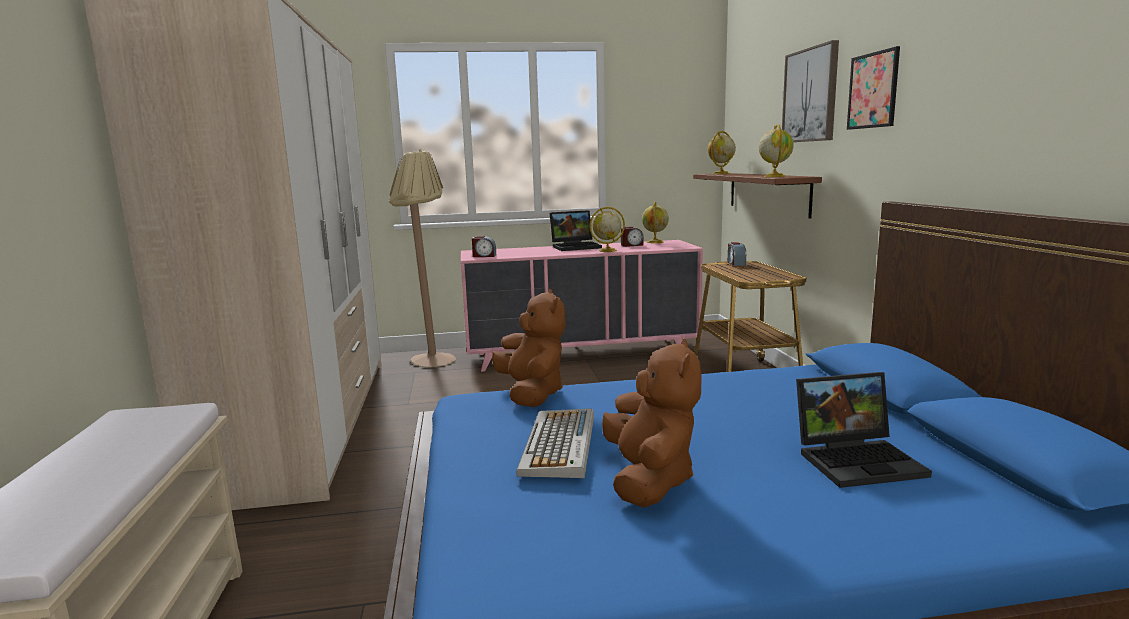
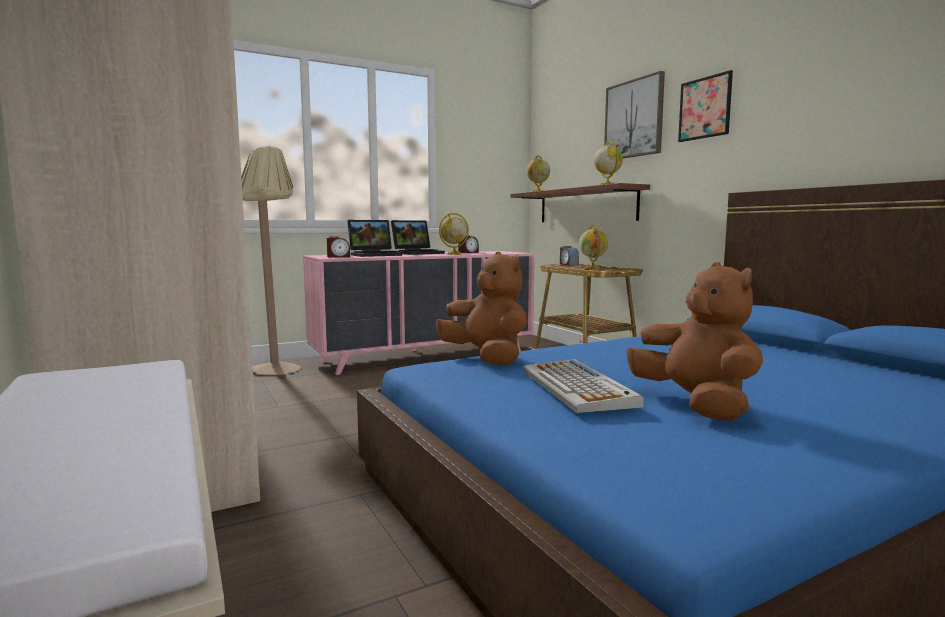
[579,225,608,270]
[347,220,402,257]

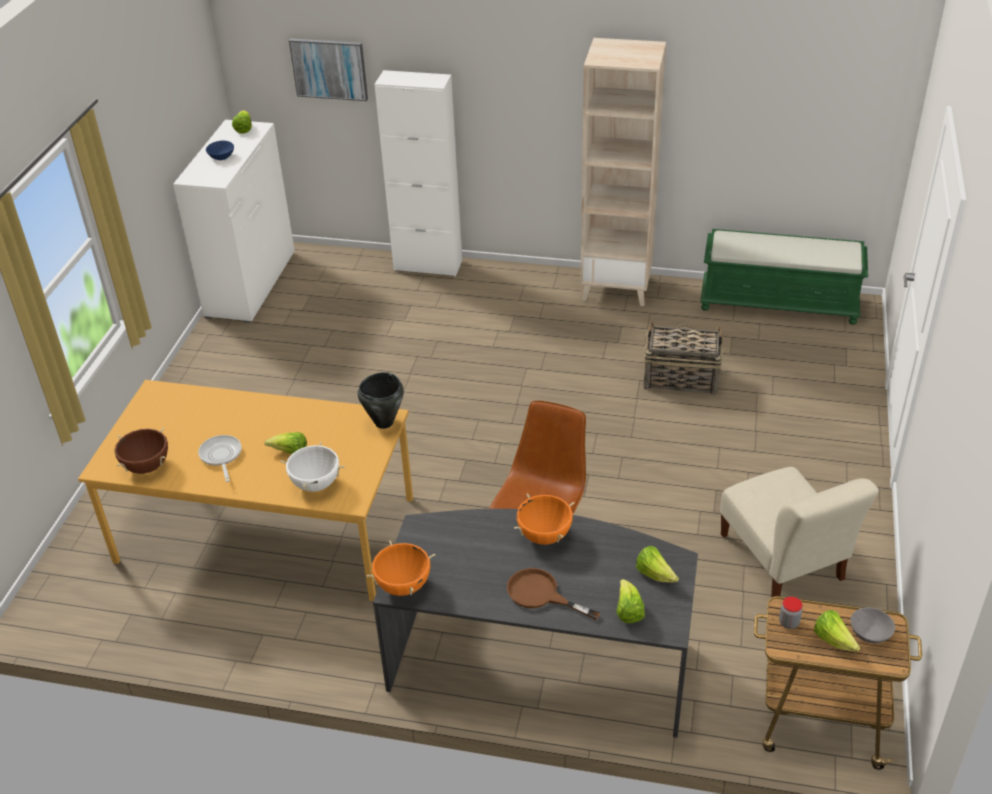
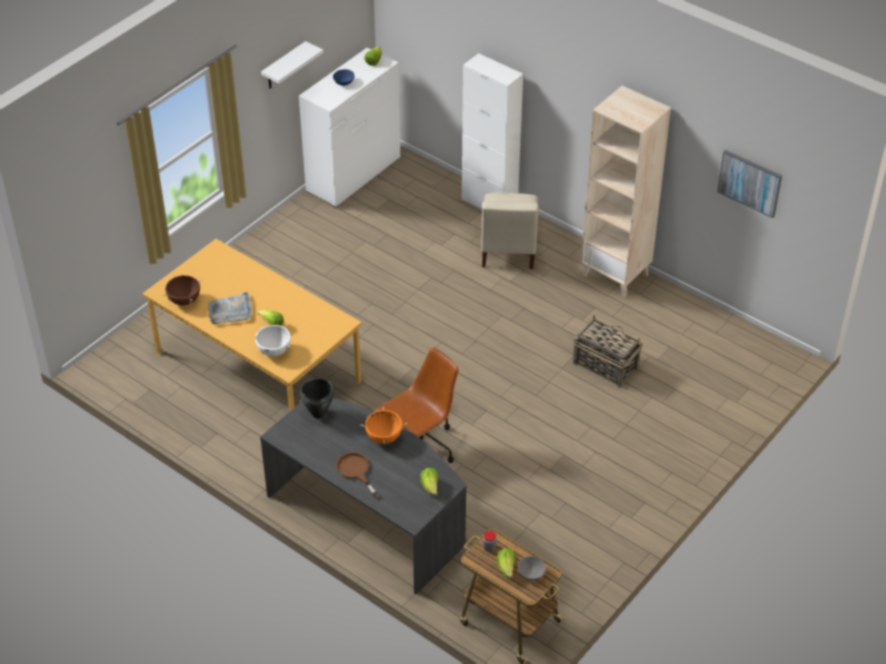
[366,540,435,596] (first image)
[616,579,645,623] (first image)
[700,229,868,325] (first image)
[261,41,324,88]
[717,150,782,218]
[300,378,334,418]
[481,193,539,269]
[208,292,252,324]

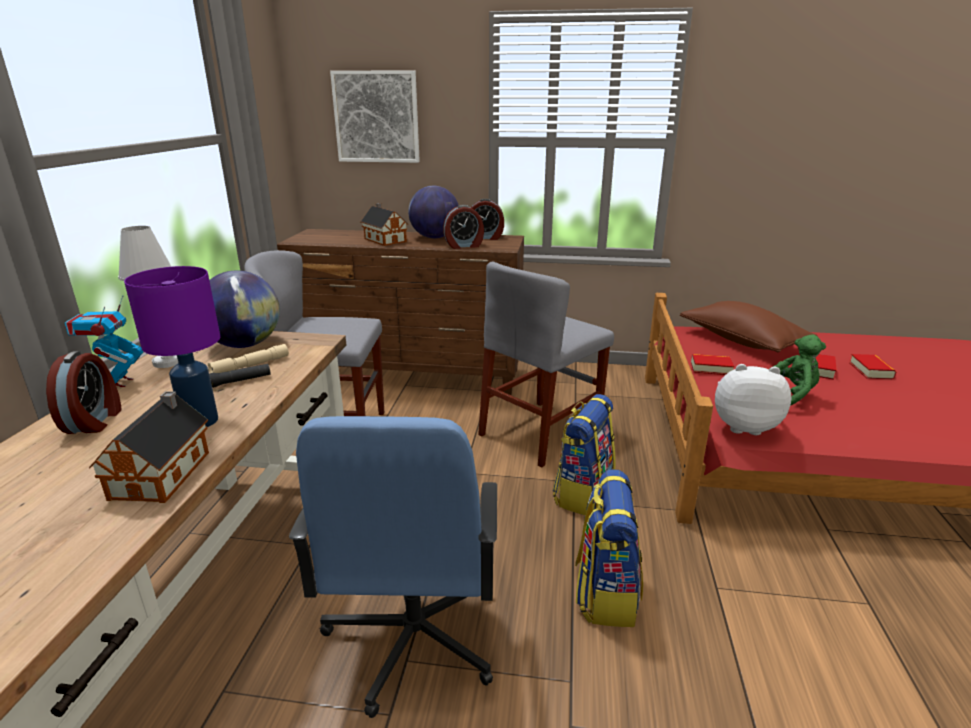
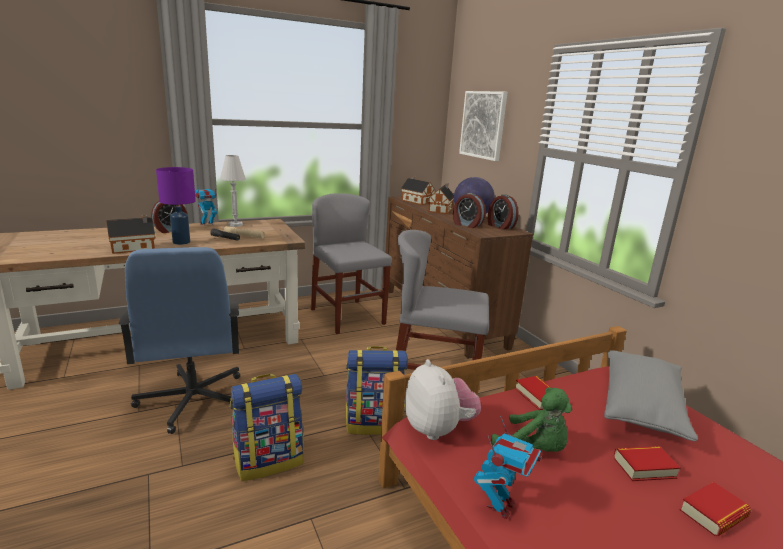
[209,270,280,348] (first image)
[401,176,435,205]
[474,416,541,519]
[604,351,698,441]
[118,247,240,434]

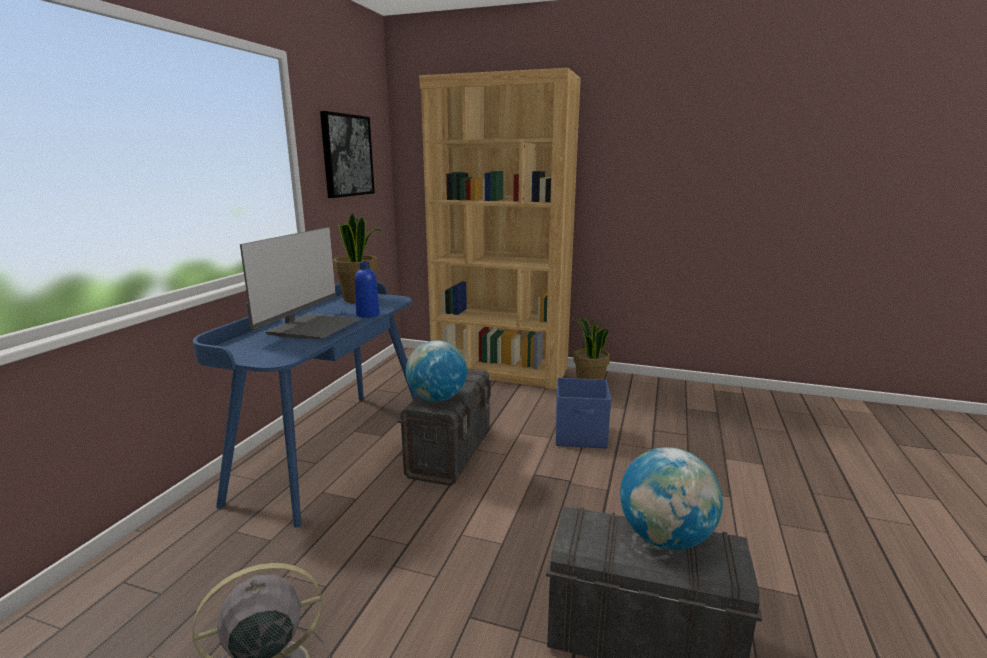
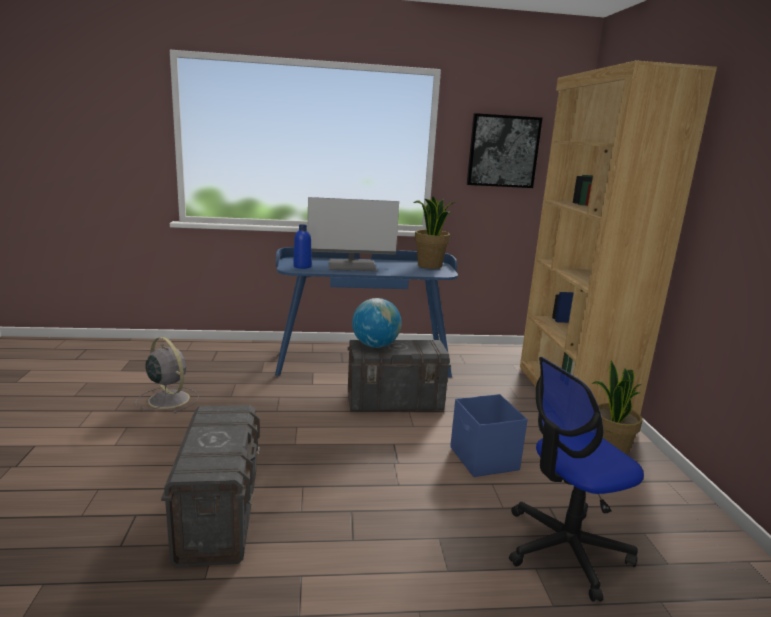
[620,447,723,550] (first image)
[509,357,644,602]
[293,224,312,269]

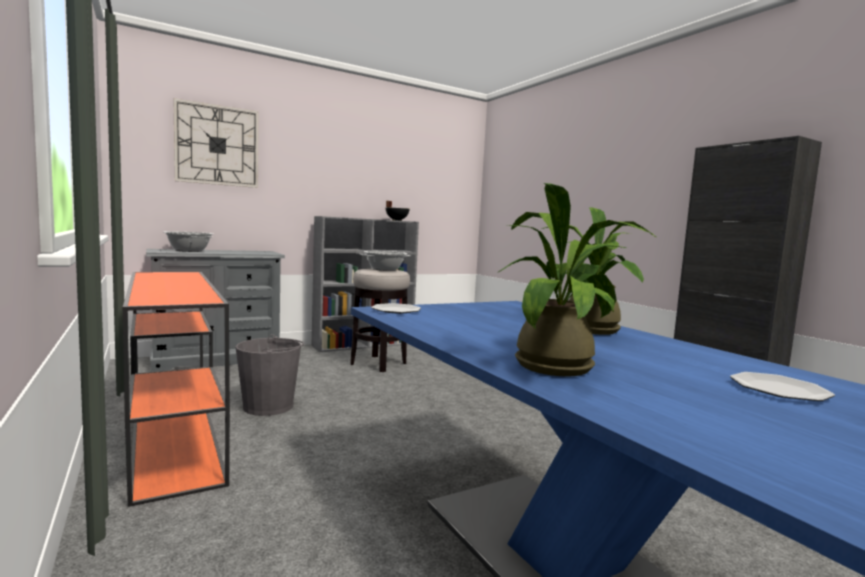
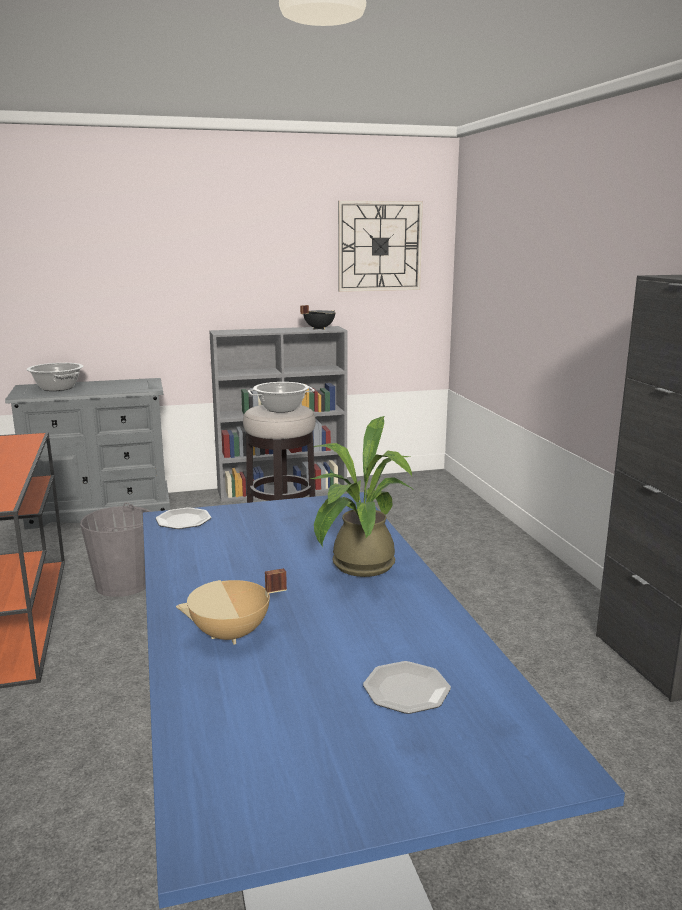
[338,201,423,292]
[176,568,287,644]

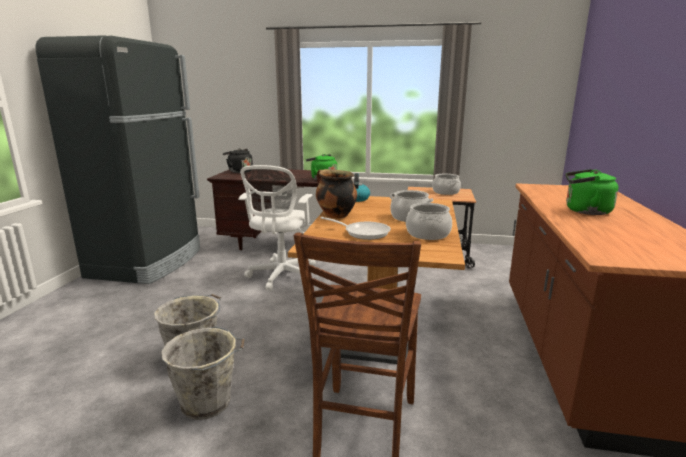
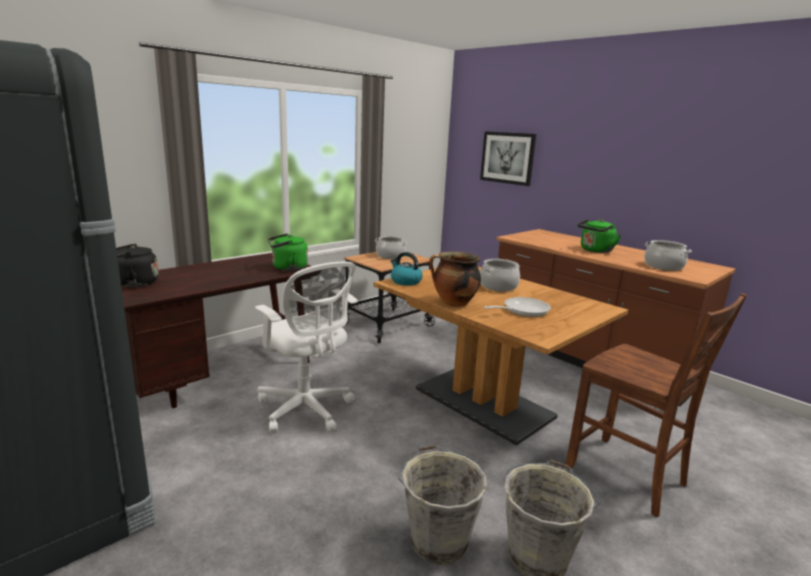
[480,131,536,186]
[644,240,691,271]

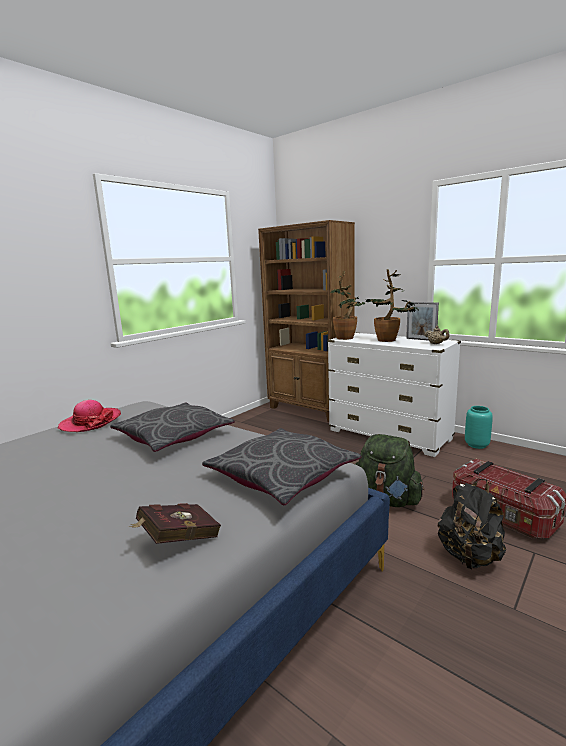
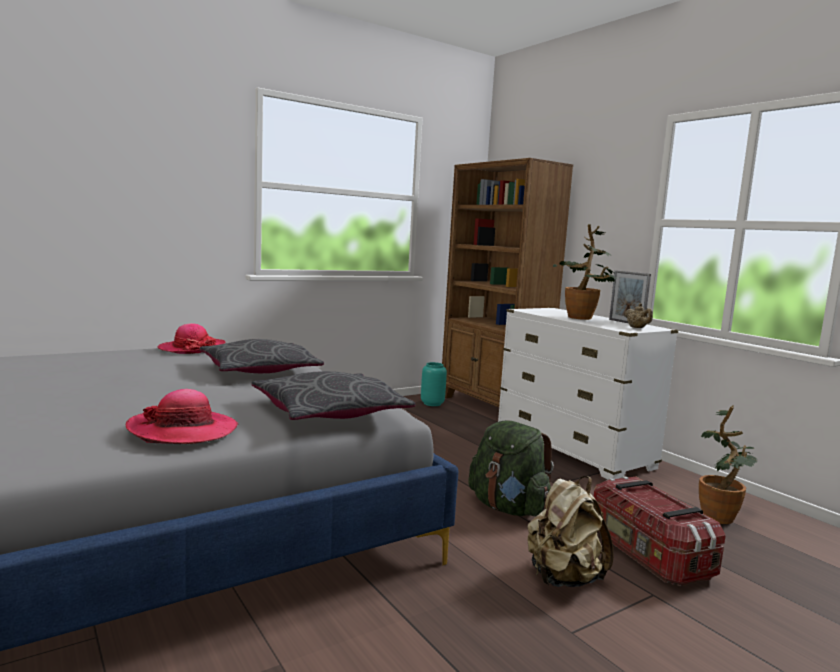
[699,405,757,524]
[421,362,447,406]
[125,389,238,444]
[527,476,613,587]

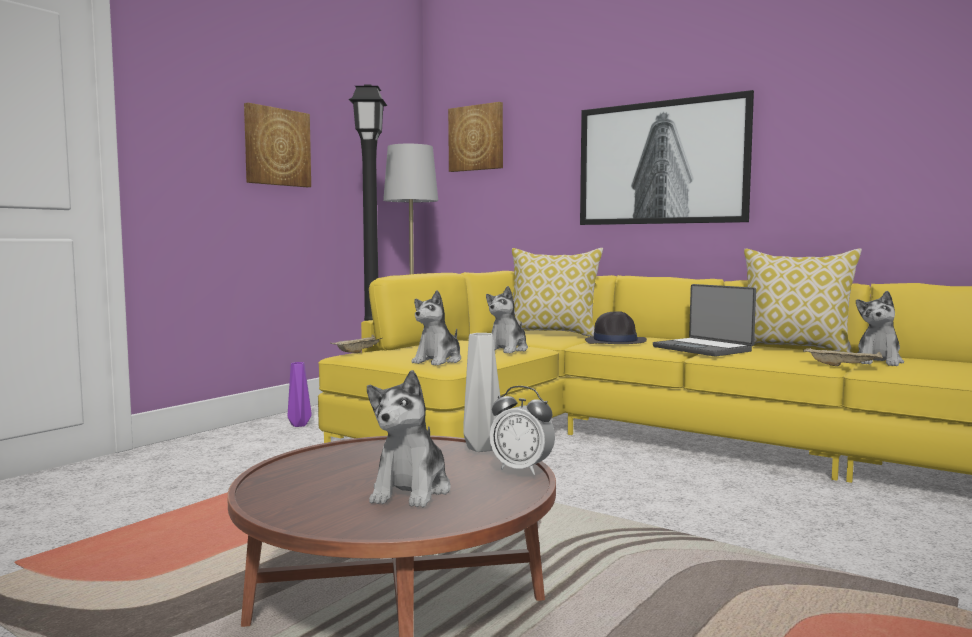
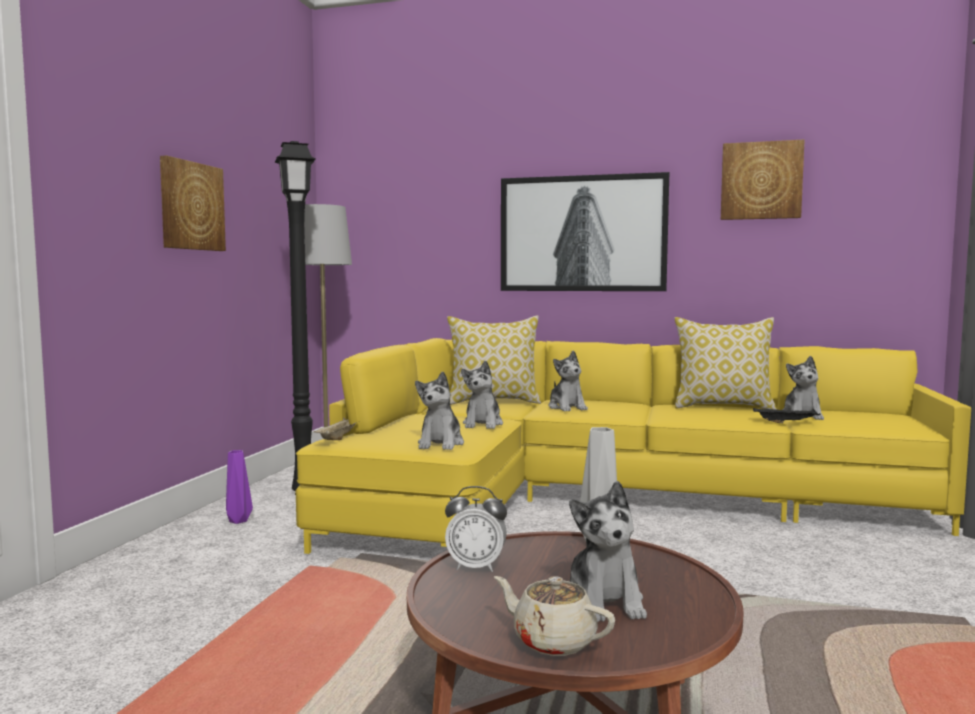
[653,284,756,357] (first image)
[494,576,615,656]
[721,140,805,220]
[445,486,507,572]
[548,350,588,411]
[753,407,821,423]

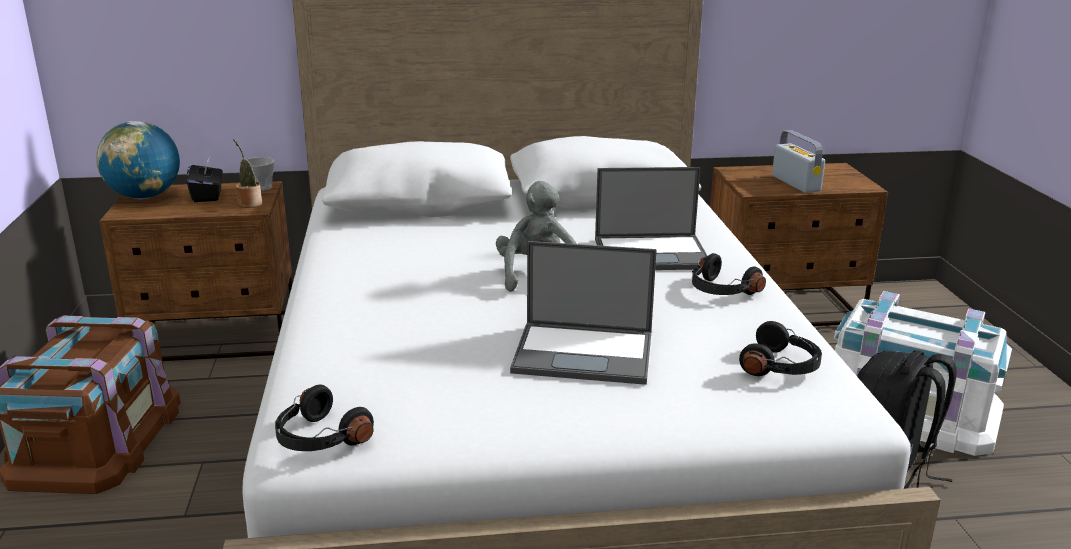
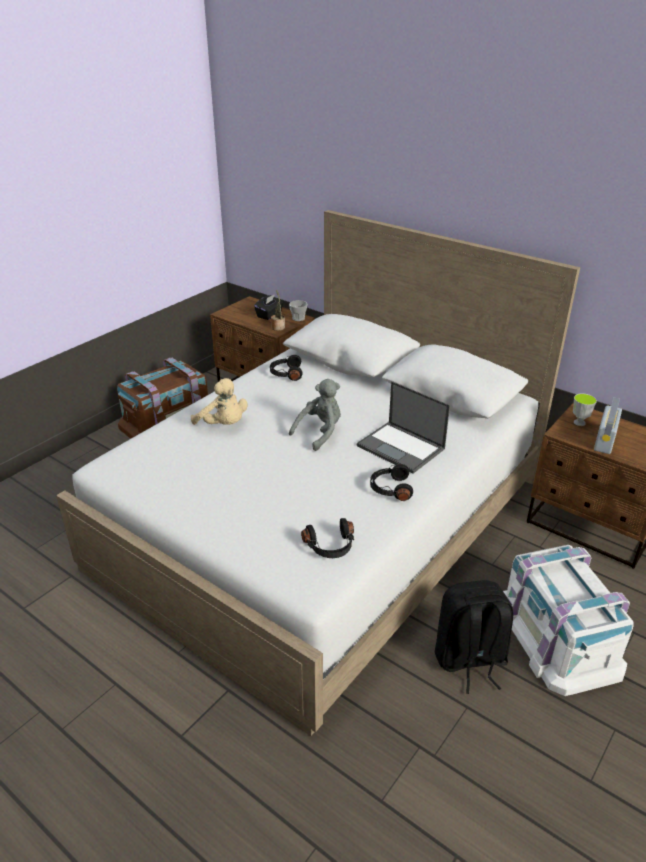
[96,121,180,199] (first image)
[510,241,657,385] (first image)
[191,378,248,425]
[573,393,597,426]
[270,355,303,381]

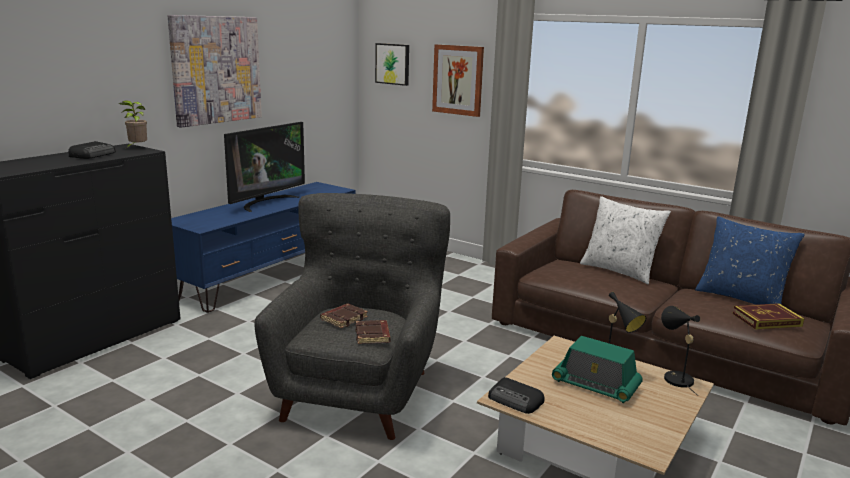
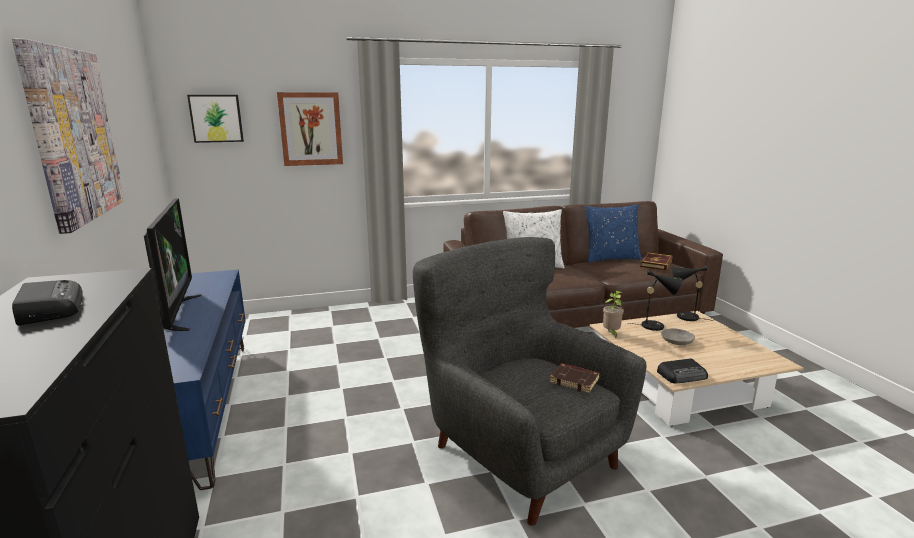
[320,304,368,328] (first image)
[603,291,624,337]
[661,328,695,345]

